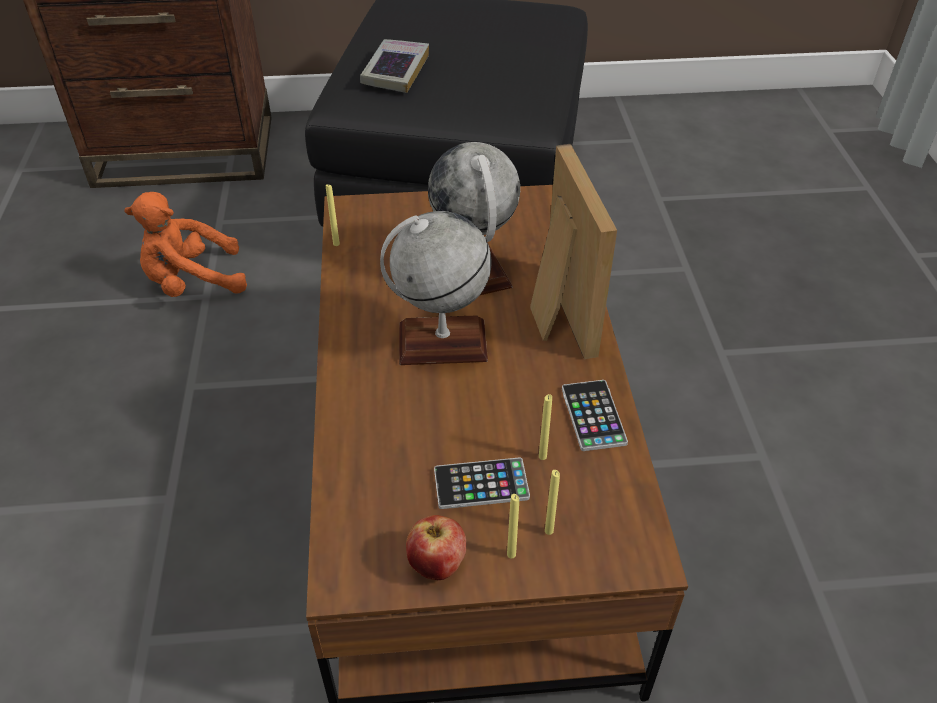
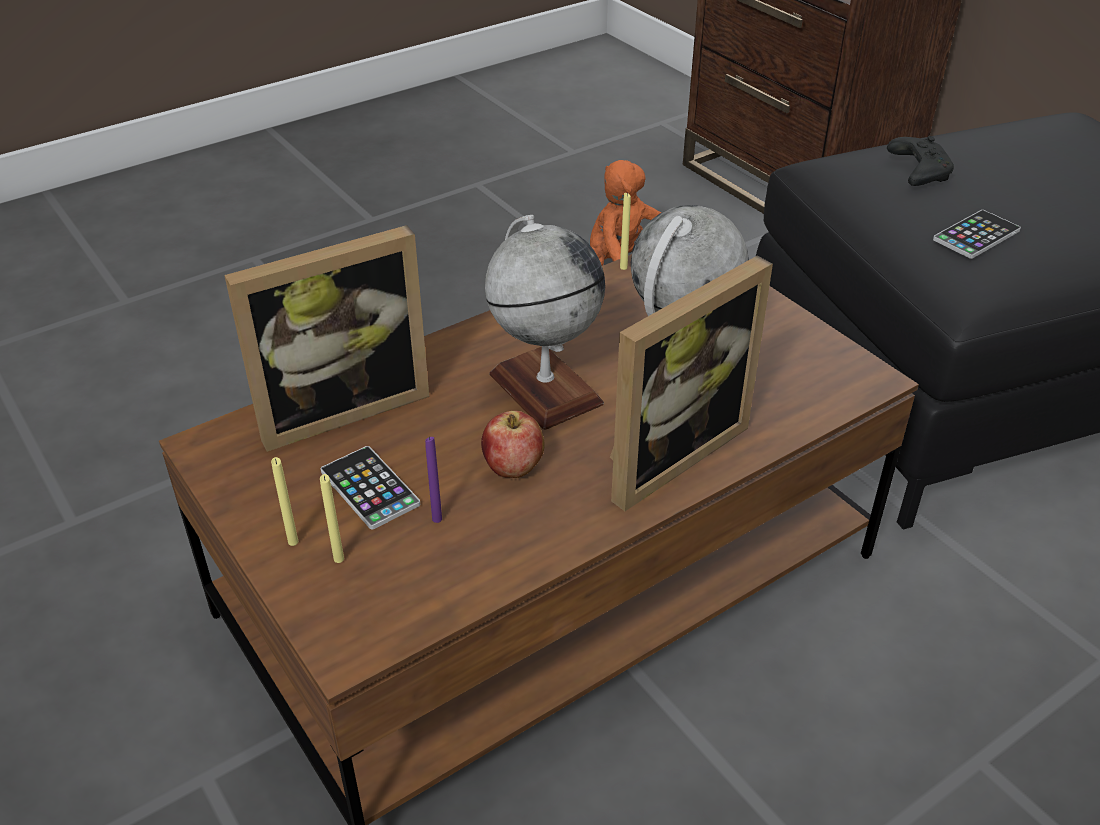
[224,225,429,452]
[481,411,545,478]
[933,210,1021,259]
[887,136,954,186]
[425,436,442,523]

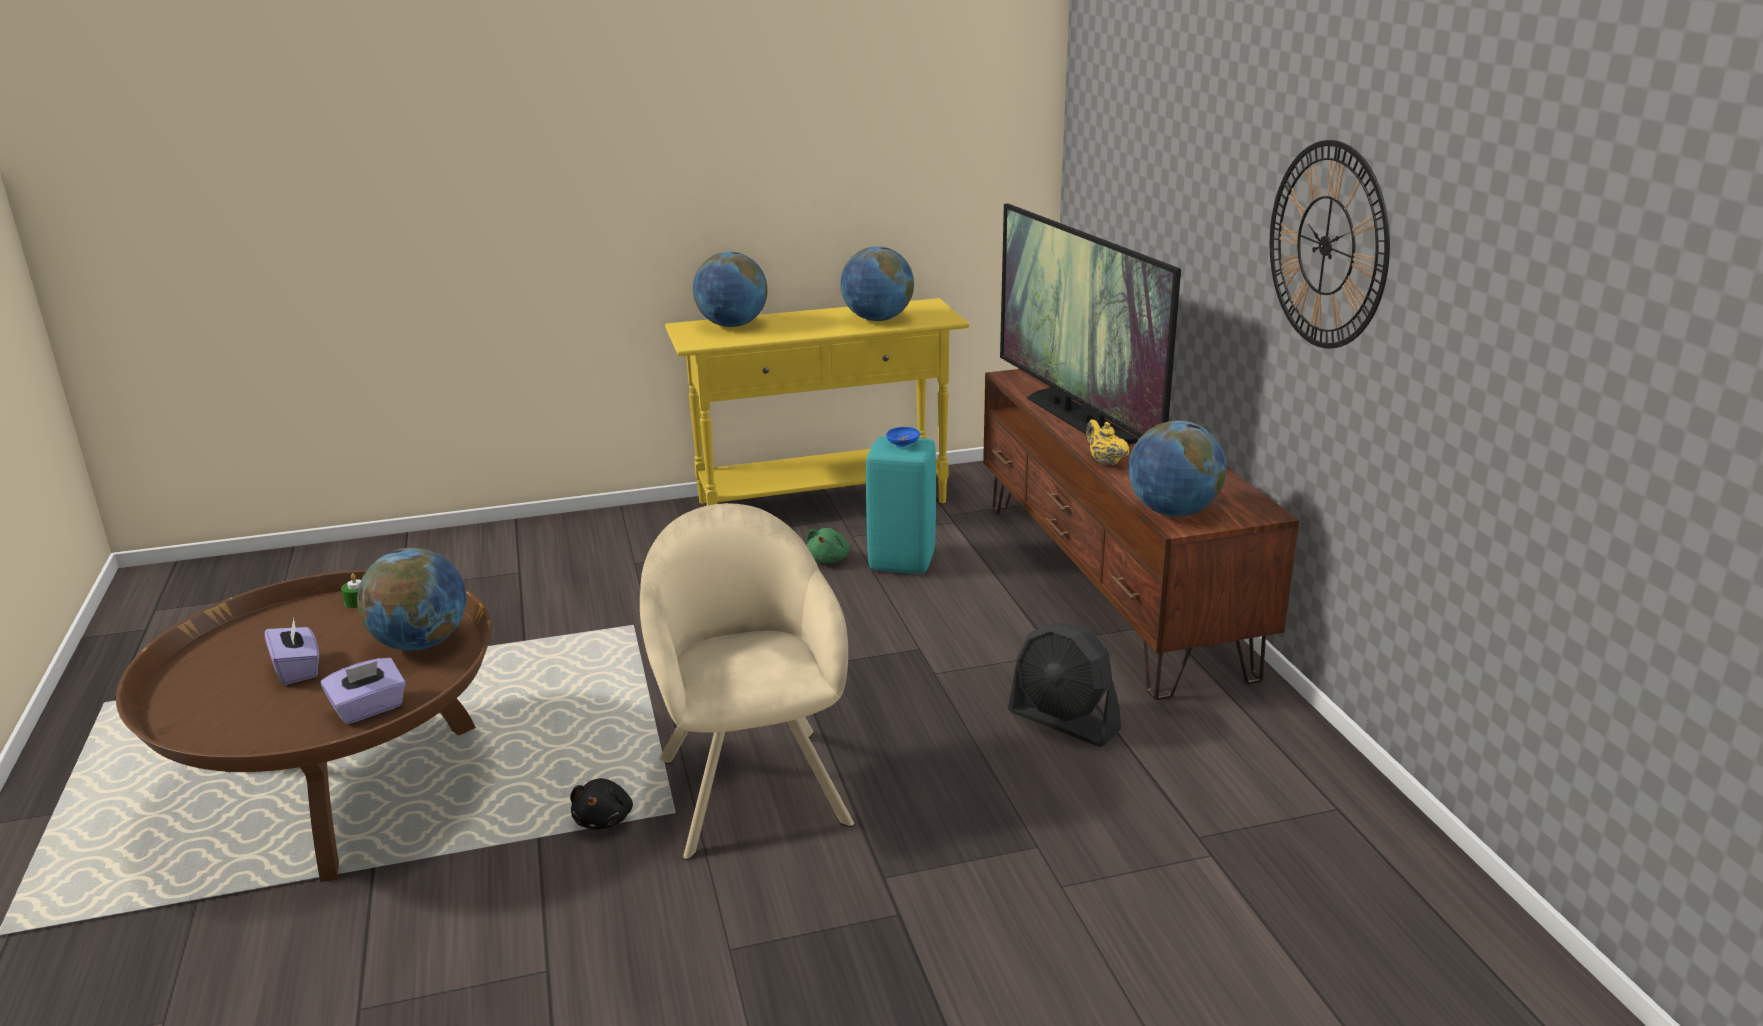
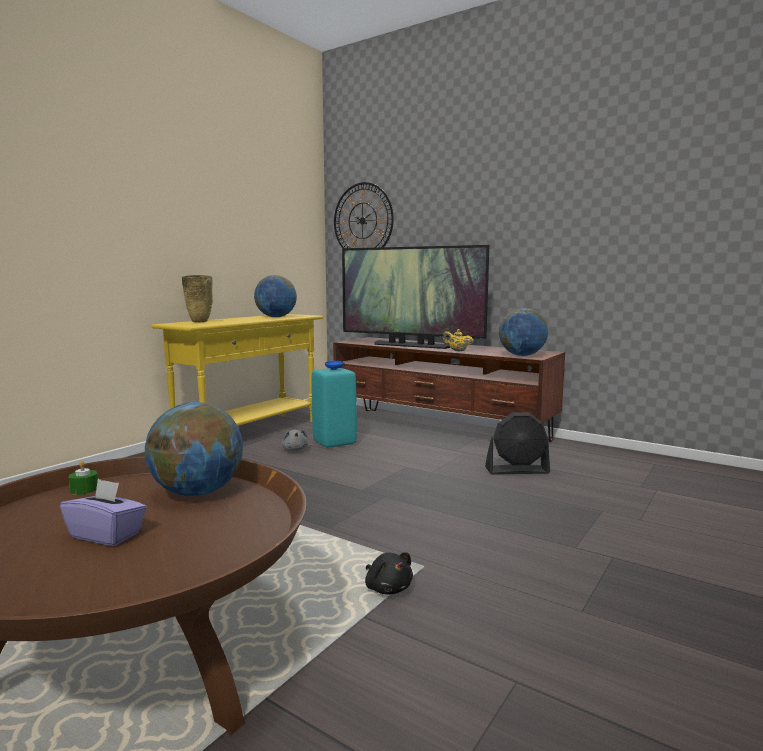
[320,658,406,724] (first image)
[640,503,855,860] (first image)
[334,182,394,248]
[182,275,213,322]
[281,430,308,451]

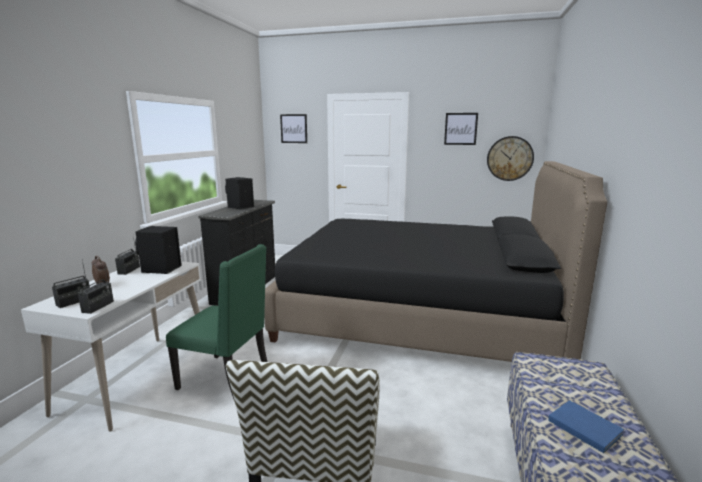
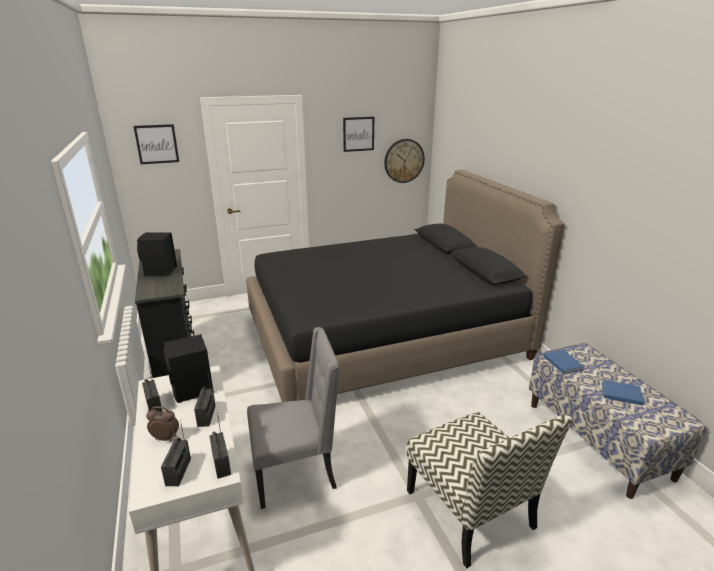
[194,369,216,427]
[543,350,585,374]
[247,327,340,509]

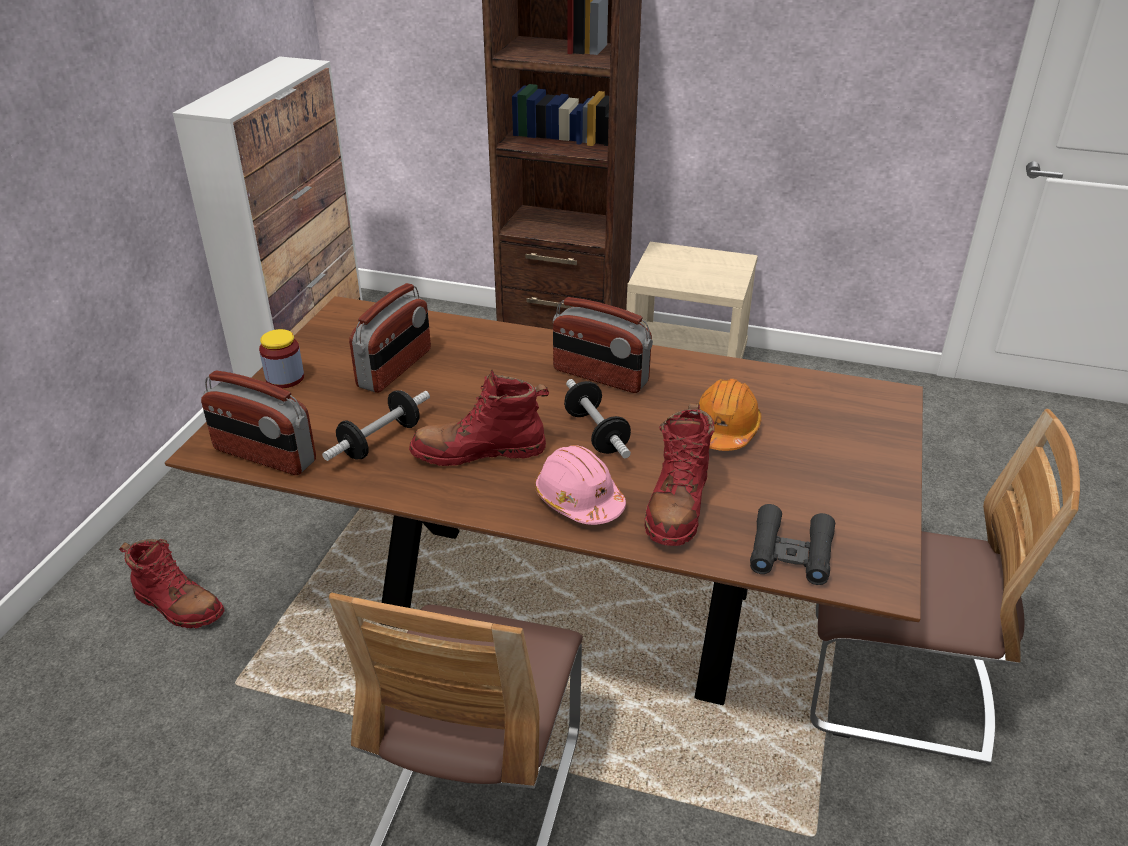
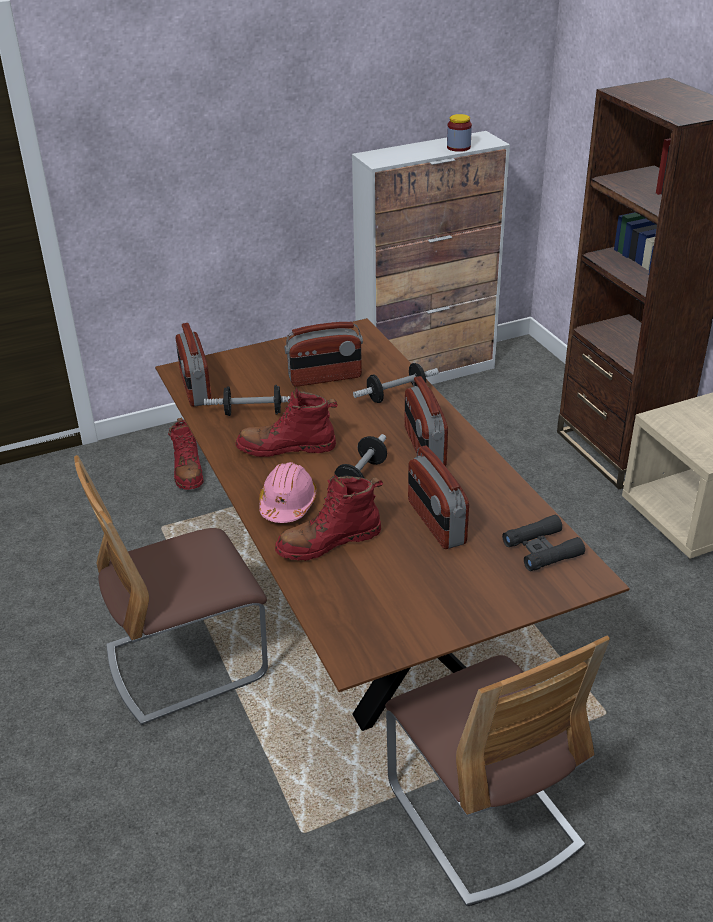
[353,363,439,403]
[447,114,472,152]
[502,515,585,571]
[408,446,469,549]
[236,387,337,457]

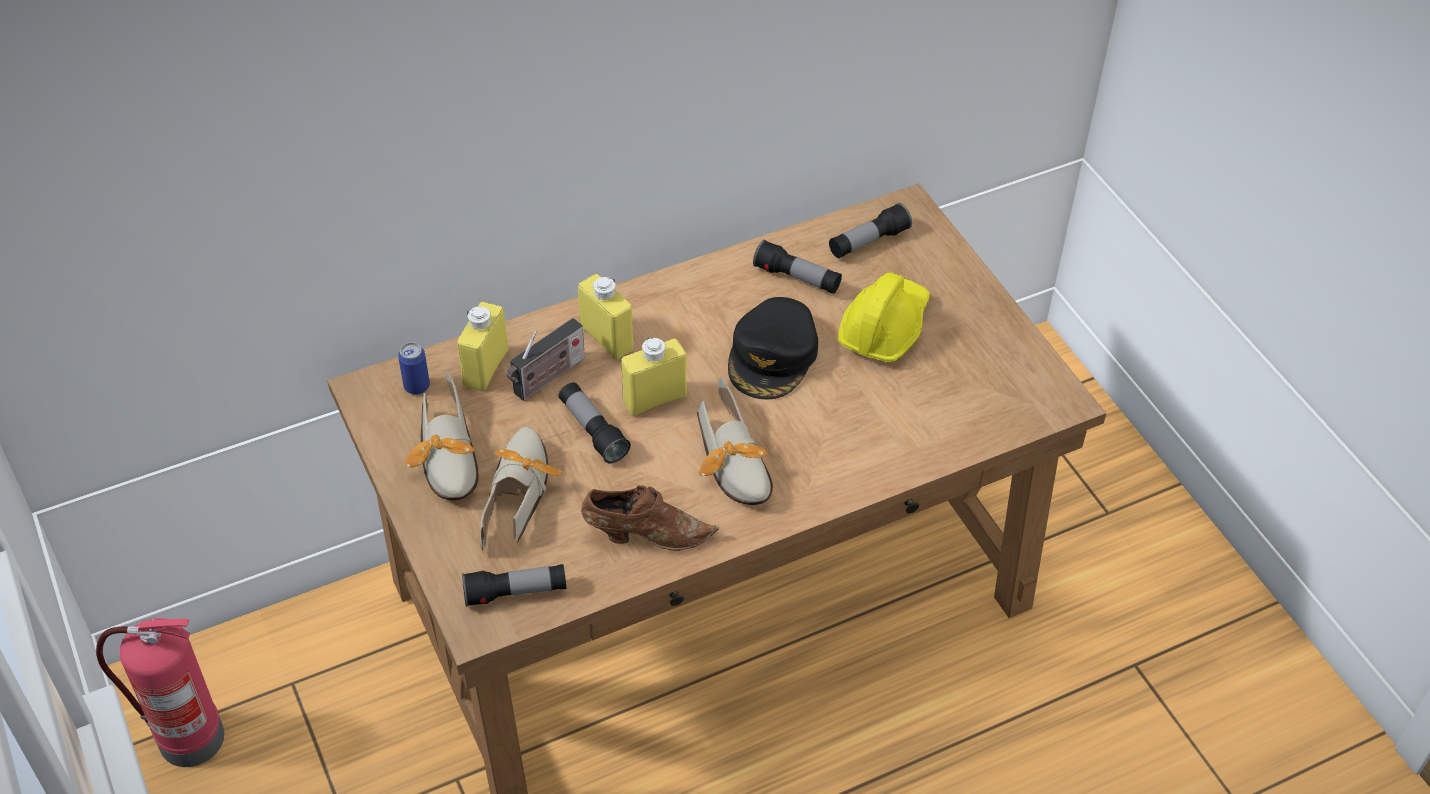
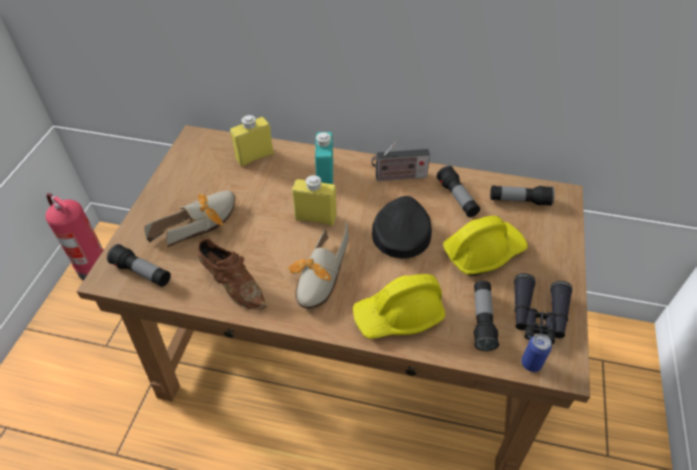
[405,370,479,501] (first image)
[353,274,445,339]
[514,273,573,344]
[521,334,552,372]
[371,141,430,181]
[474,281,499,351]
[315,132,333,184]
[372,196,432,258]

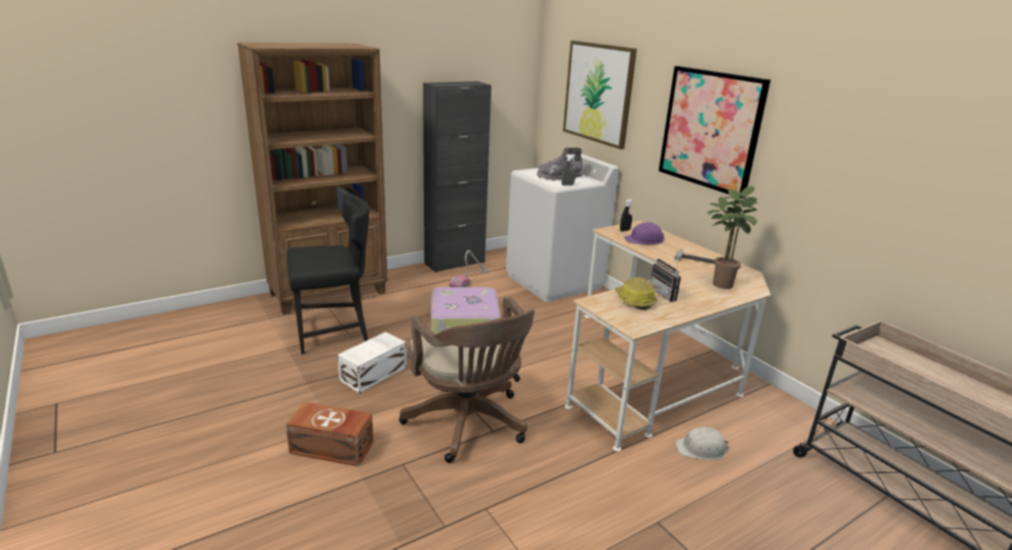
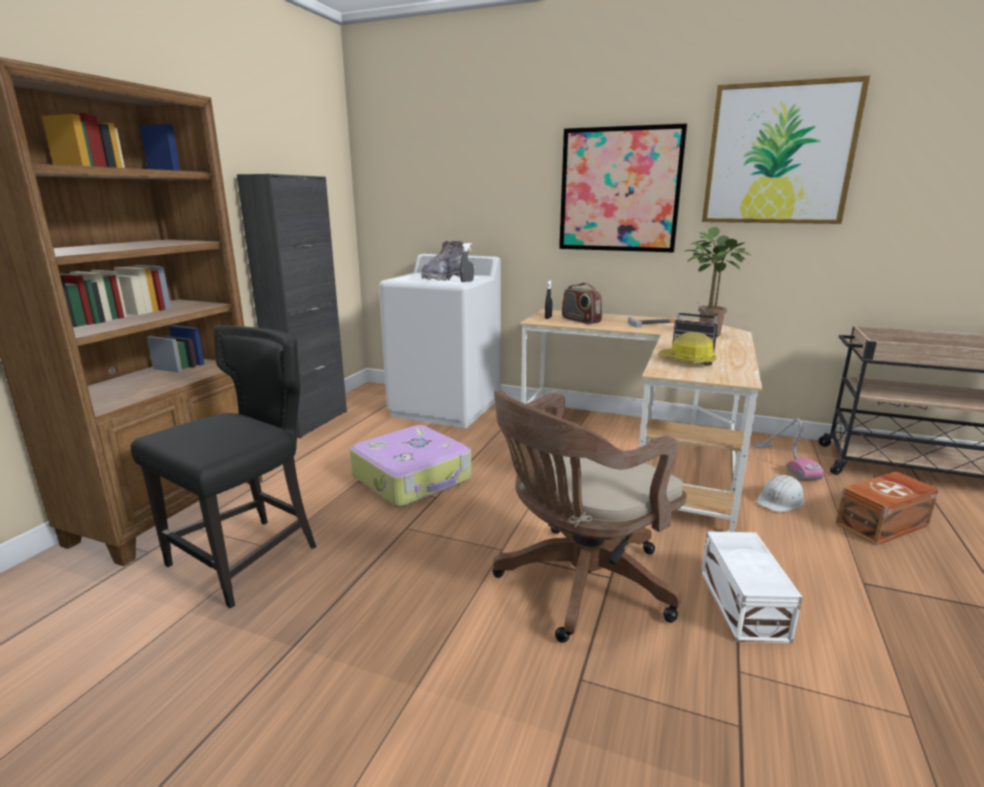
[835,472,939,546]
[701,531,803,643]
[753,418,824,480]
[702,75,870,224]
[562,283,602,324]
[492,390,687,643]

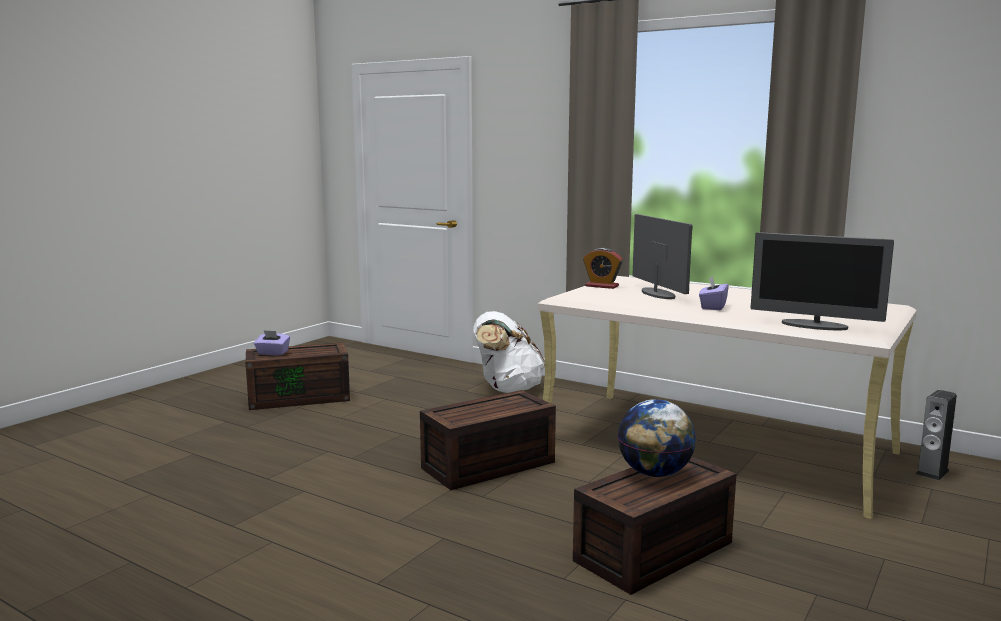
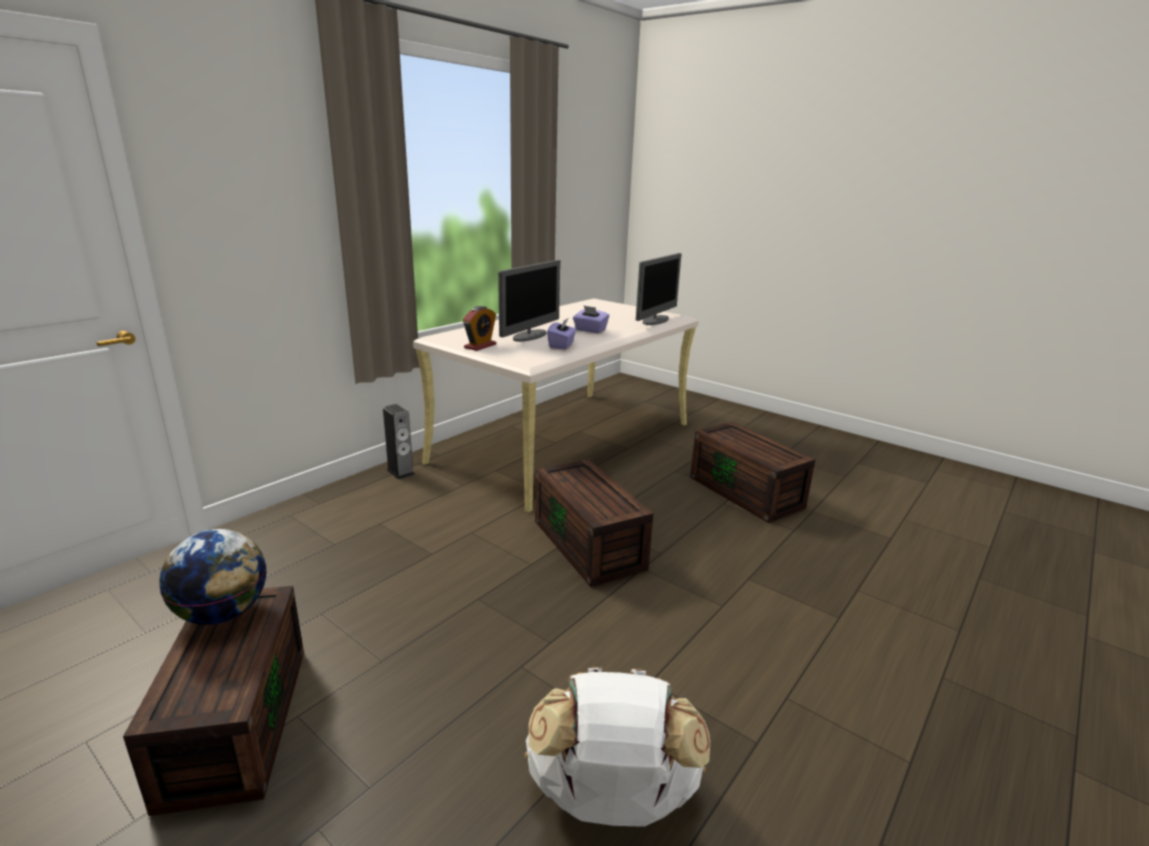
[547,318,577,349]
[525,667,710,827]
[159,529,266,625]
[383,404,415,480]
[498,260,560,342]

